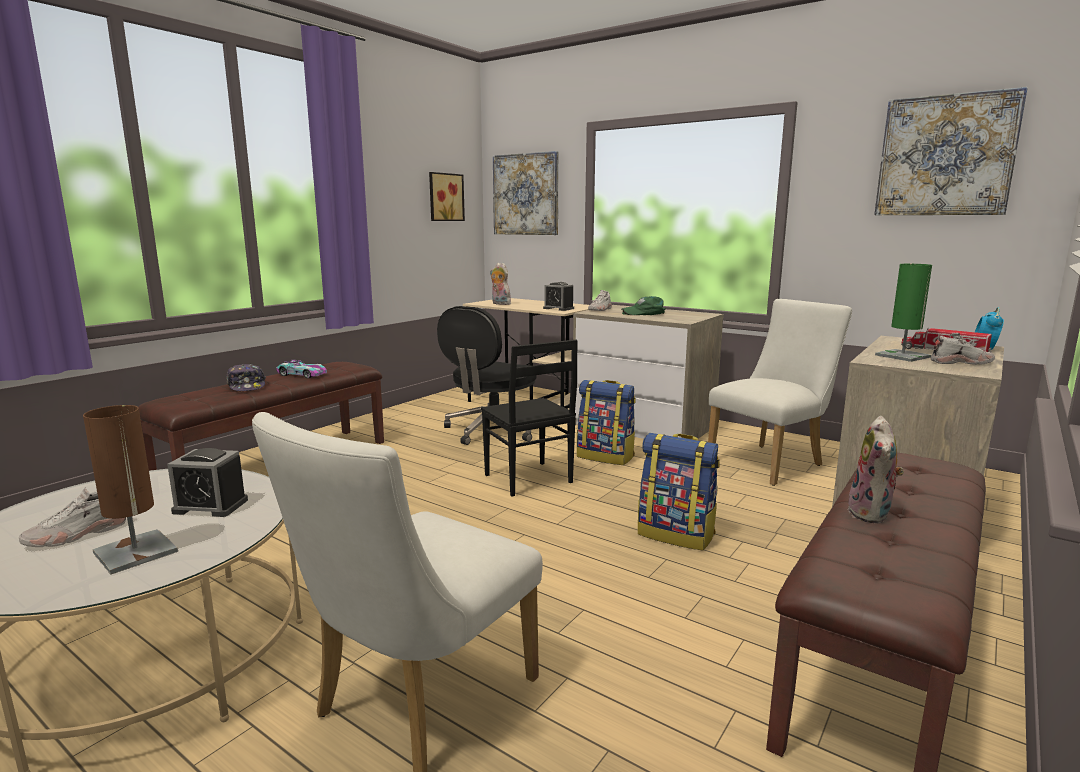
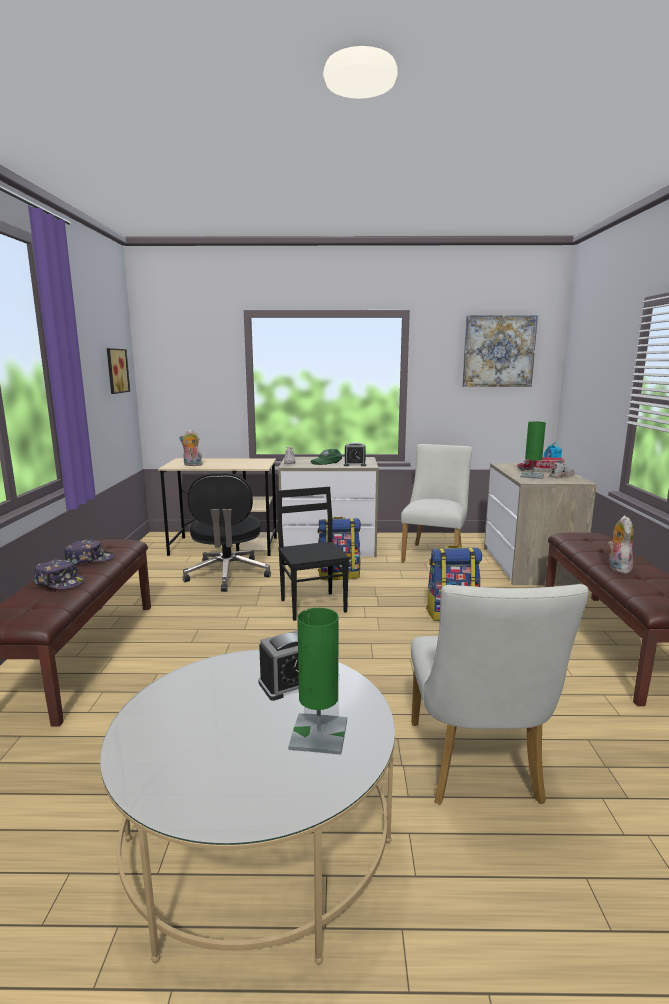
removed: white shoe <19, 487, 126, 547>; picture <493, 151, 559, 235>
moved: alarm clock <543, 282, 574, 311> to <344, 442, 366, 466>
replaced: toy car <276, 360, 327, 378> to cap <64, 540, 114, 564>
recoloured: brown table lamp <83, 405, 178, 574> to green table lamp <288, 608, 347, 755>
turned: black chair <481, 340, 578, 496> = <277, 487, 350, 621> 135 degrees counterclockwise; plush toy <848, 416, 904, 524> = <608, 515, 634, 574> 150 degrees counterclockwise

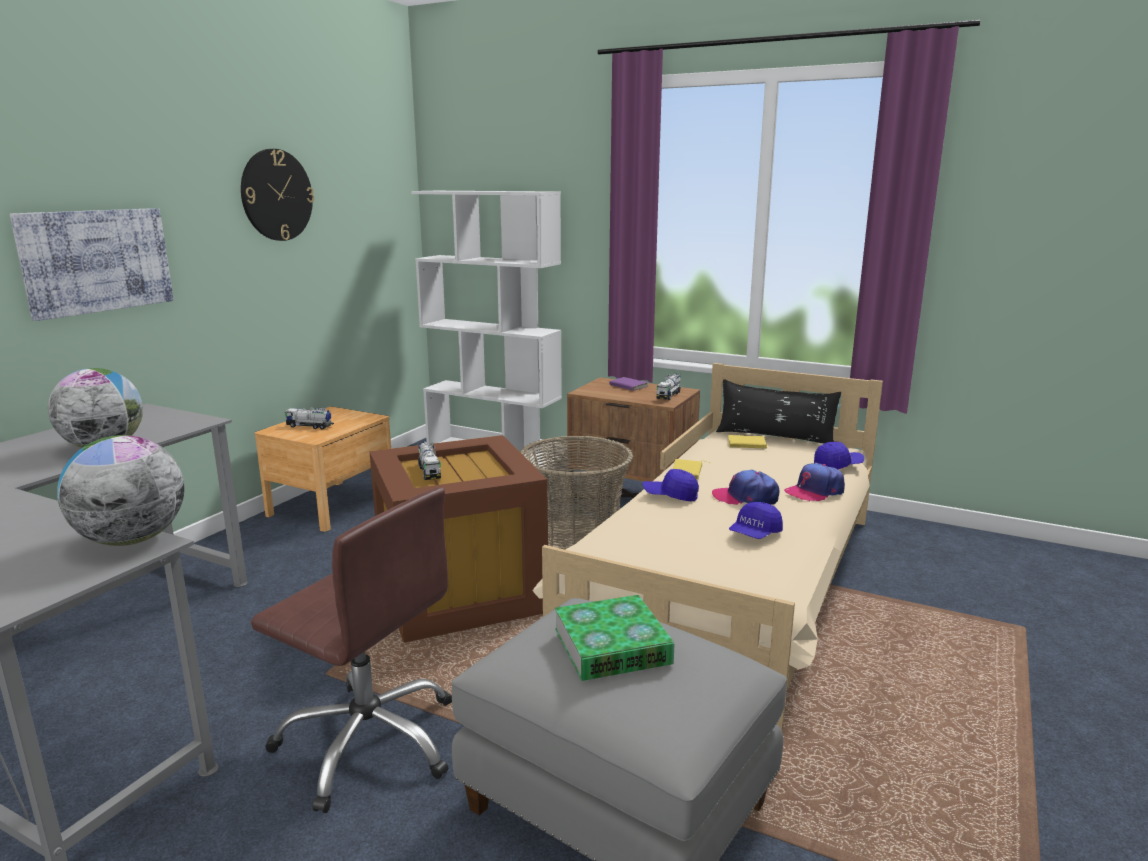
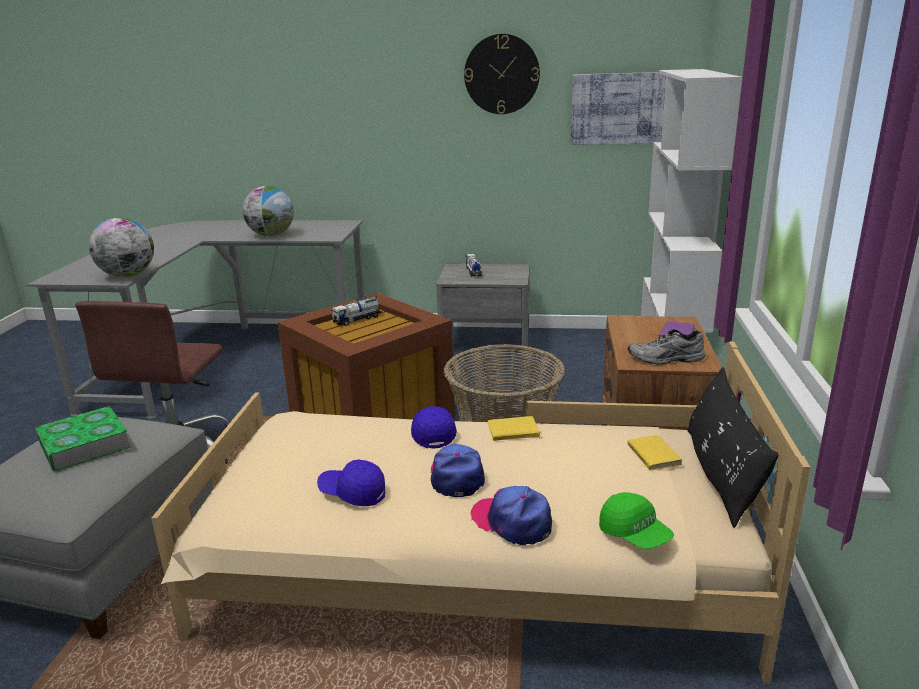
moved: picture <10, 208, 174, 321> to <571, 72, 666, 145>
replaced: toy truck <657, 373, 681, 400> to grey shoe <628, 329, 706, 365>
recoloured: brown nightstand <255, 407, 391, 532> to grey nightstand <436, 264, 530, 357>; blue cap <814, 442, 864, 469> to green cap <599, 492, 674, 549>

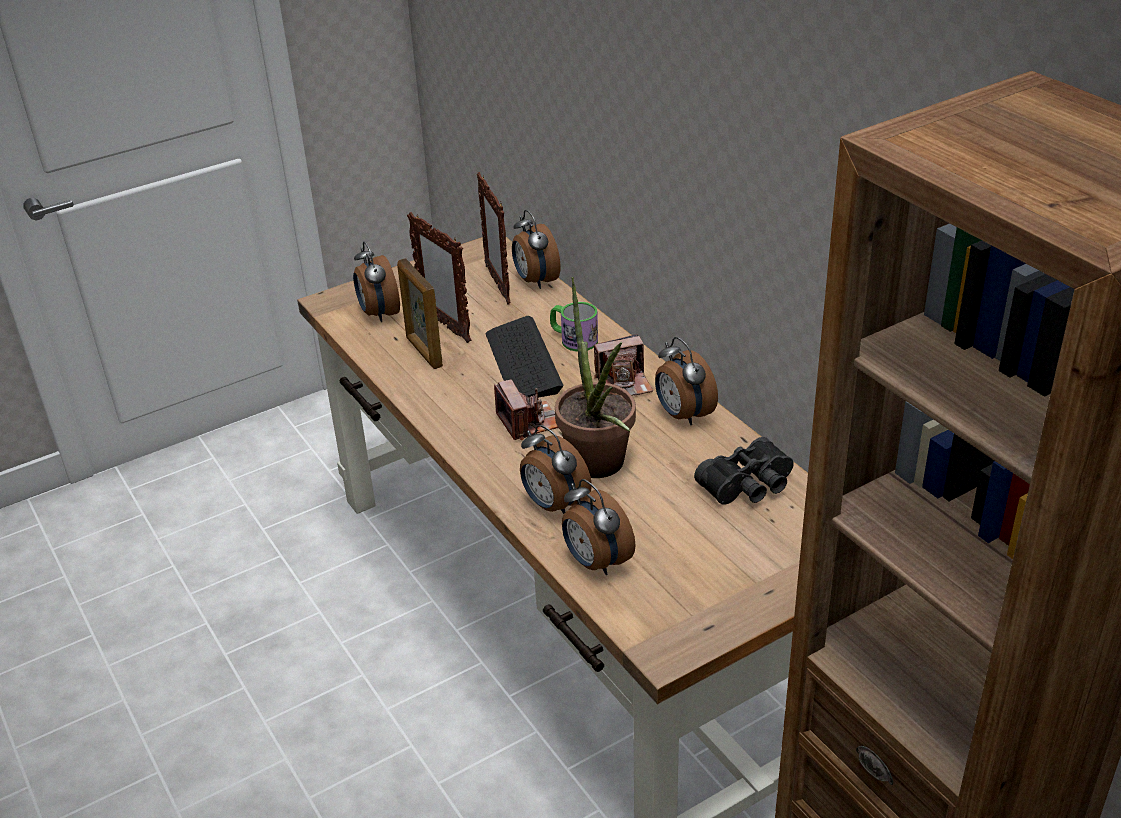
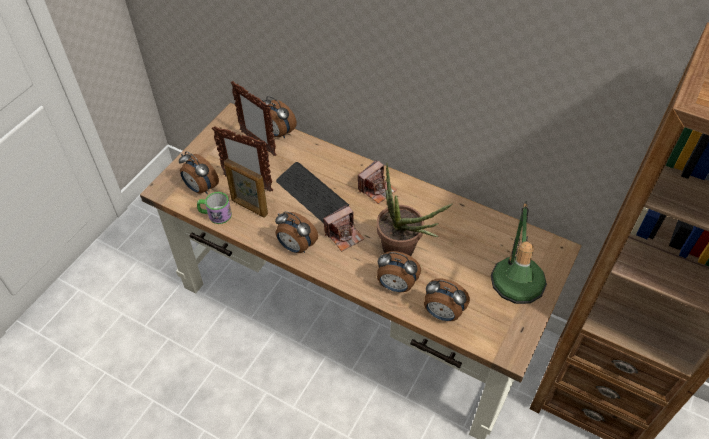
removed: black binoculars <694, 437, 794, 505>
added: table lamp <491, 201, 547, 304>
moved: mug <550, 302, 598, 352> to <197, 192, 232, 224>; alarm clock <655, 337, 718, 425> to <275, 211, 318, 253>
turned: photo camera <494, 379, 558, 440> = <323, 205, 364, 251> 105 degrees clockwise

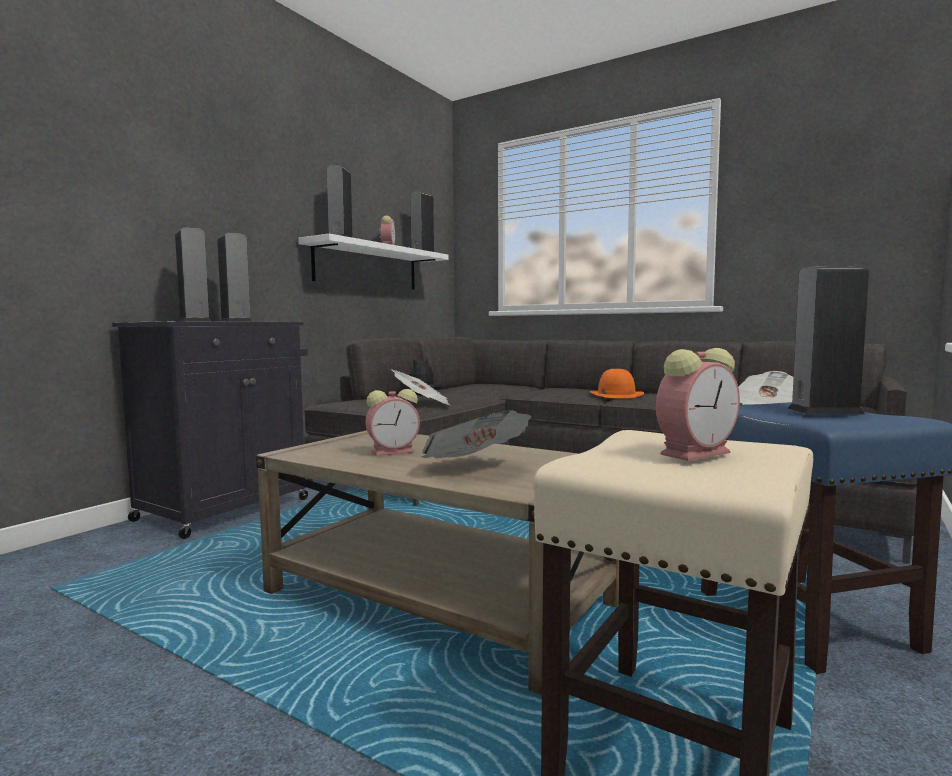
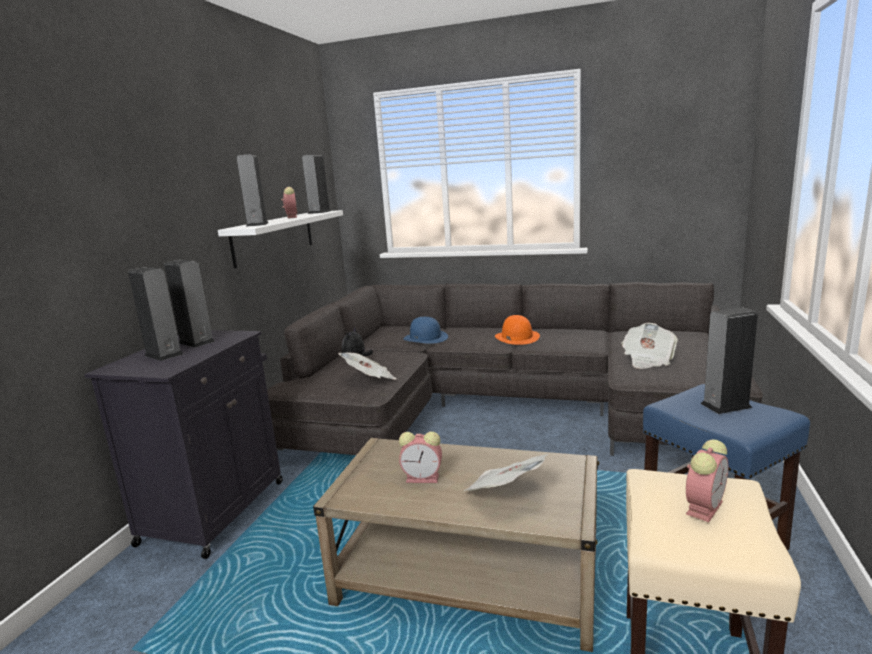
added: blue hat <404, 317, 448, 344>
turned: alarm clock <365, 389, 420, 456> = <399, 432, 442, 483> 45 degrees clockwise

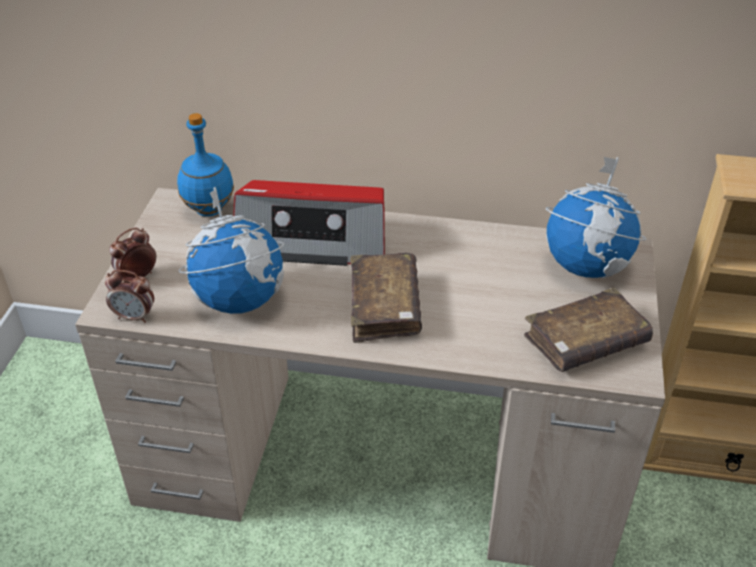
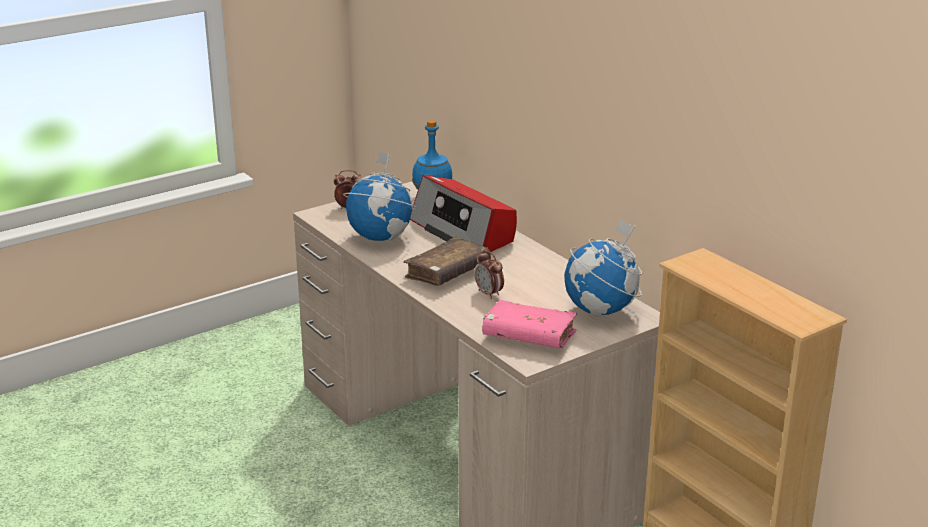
moved: alarm clock <105, 270, 154, 323> to <474, 250, 504, 299>
recoloured: brown book <524, 288, 653, 372> to pink book <482, 300, 577, 348>

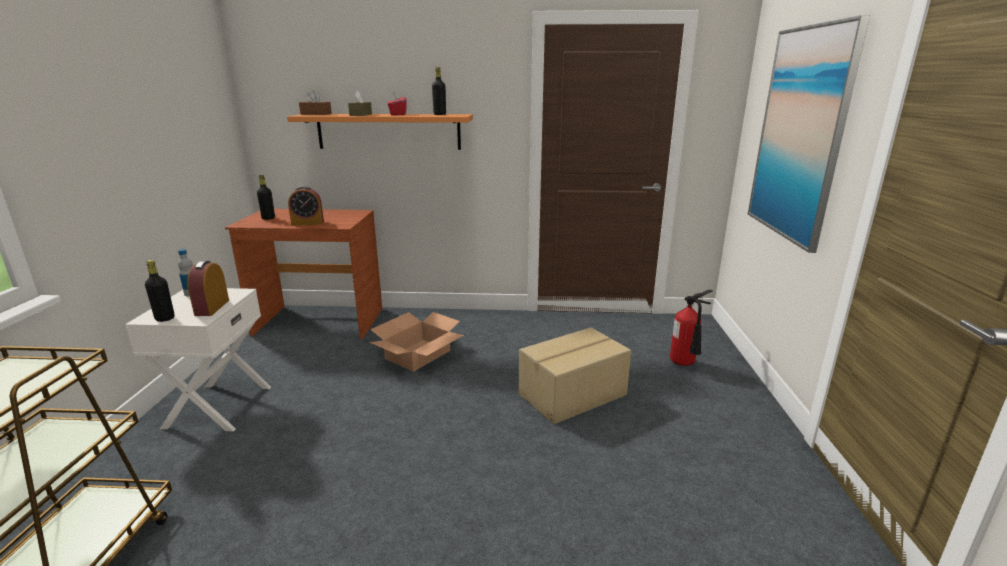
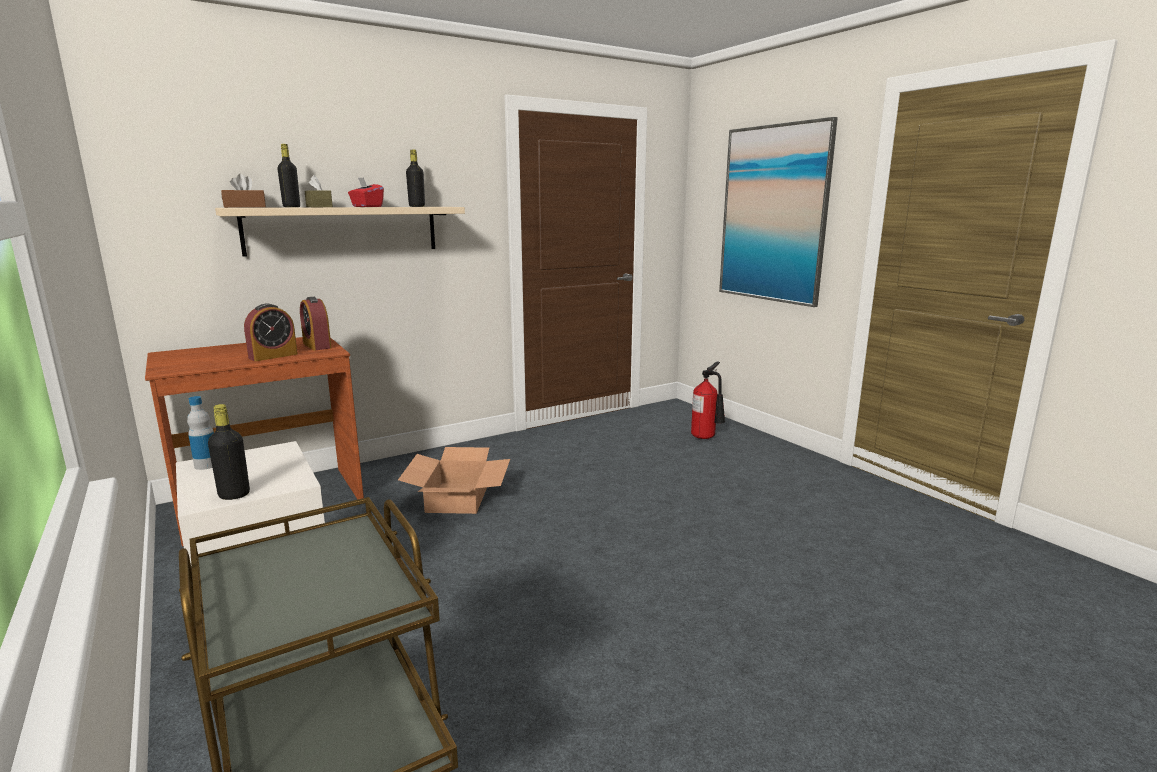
removed: cardboard box <519, 327, 631, 424>
moved: alarm clock <187, 261, 229, 316> to <300, 297, 331, 351>; black bottle <257, 175, 275, 220> to <277, 144, 300, 207>
recoloured: orange shelf <287, 114, 473, 150> to beige shelf <215, 207, 465, 257>

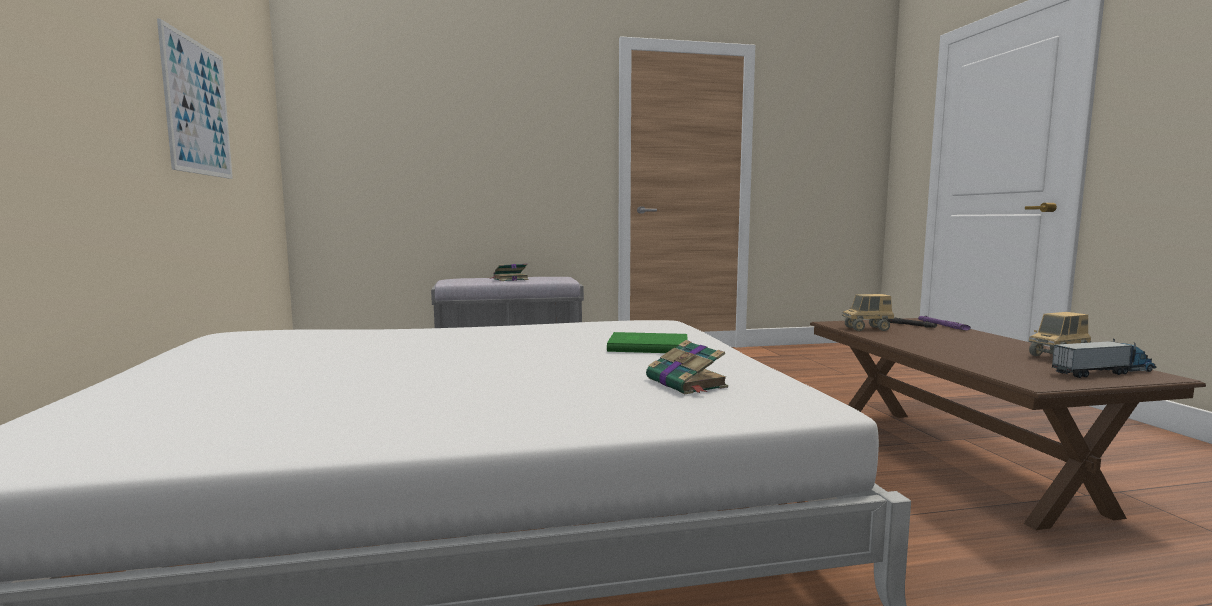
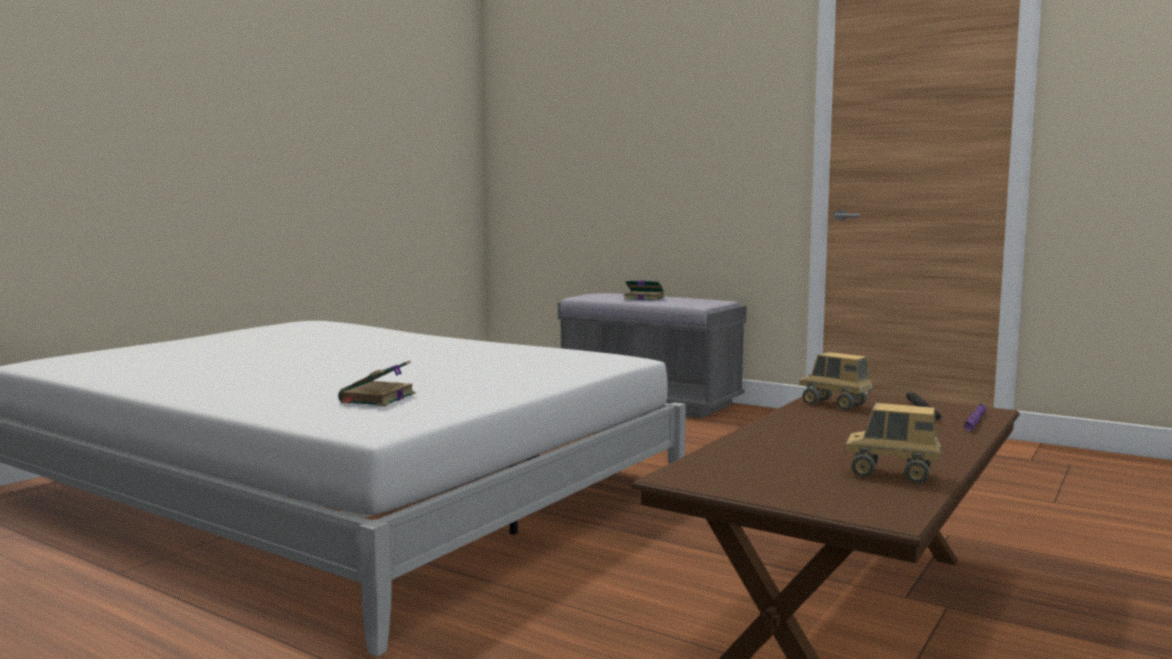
removed: picture <157, 19, 233, 179>; green book <607, 332, 687, 353>; toy truck <1052, 338, 1157, 378>

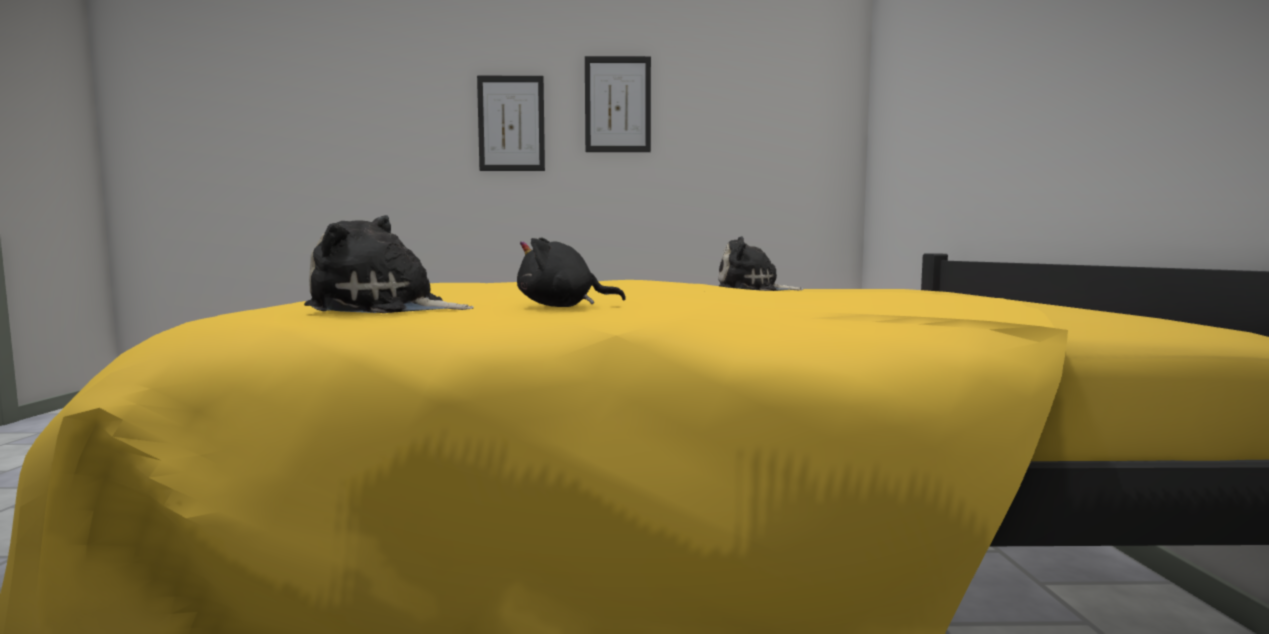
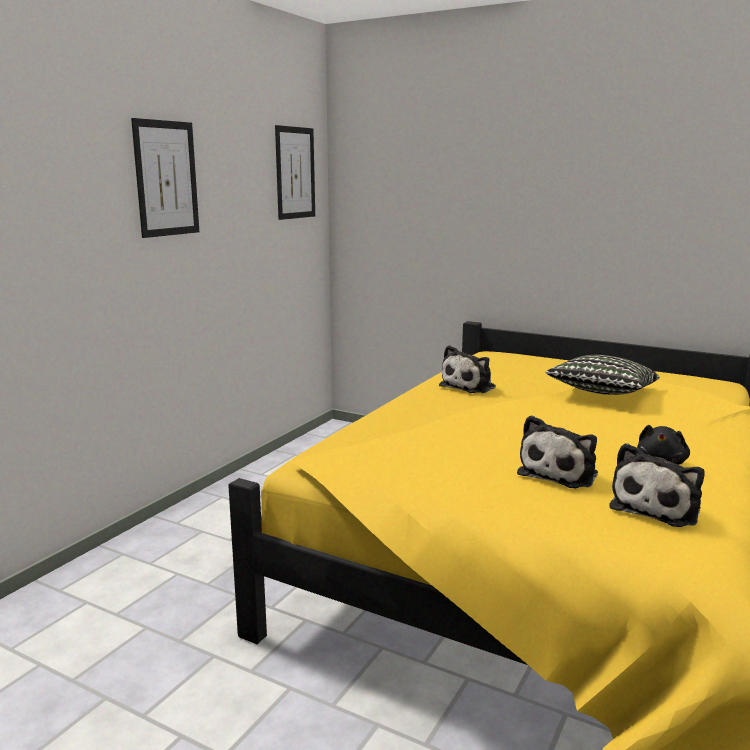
added: plush toy <517, 415, 598, 488>; pillow <545, 355, 660, 395>
moved: picture <477, 76, 545, 171> to <275, 125, 315, 220>

